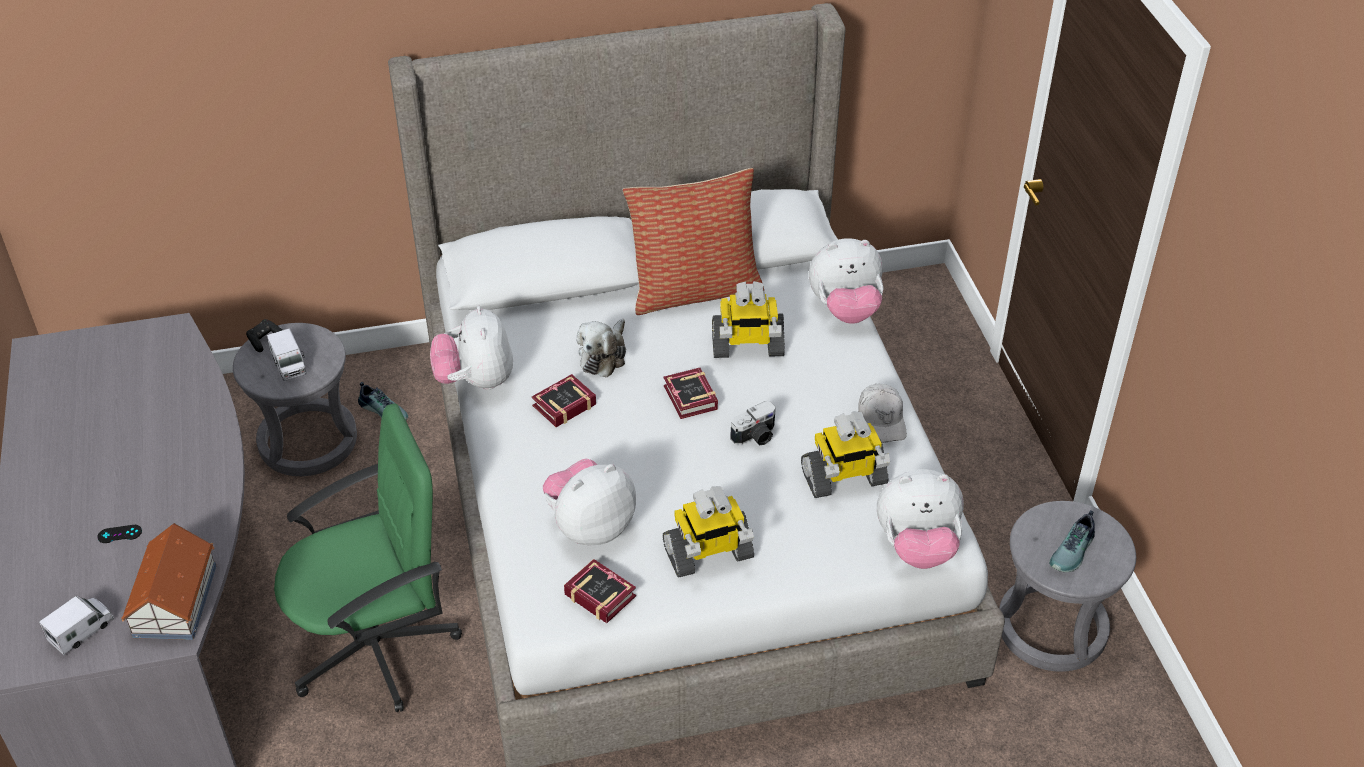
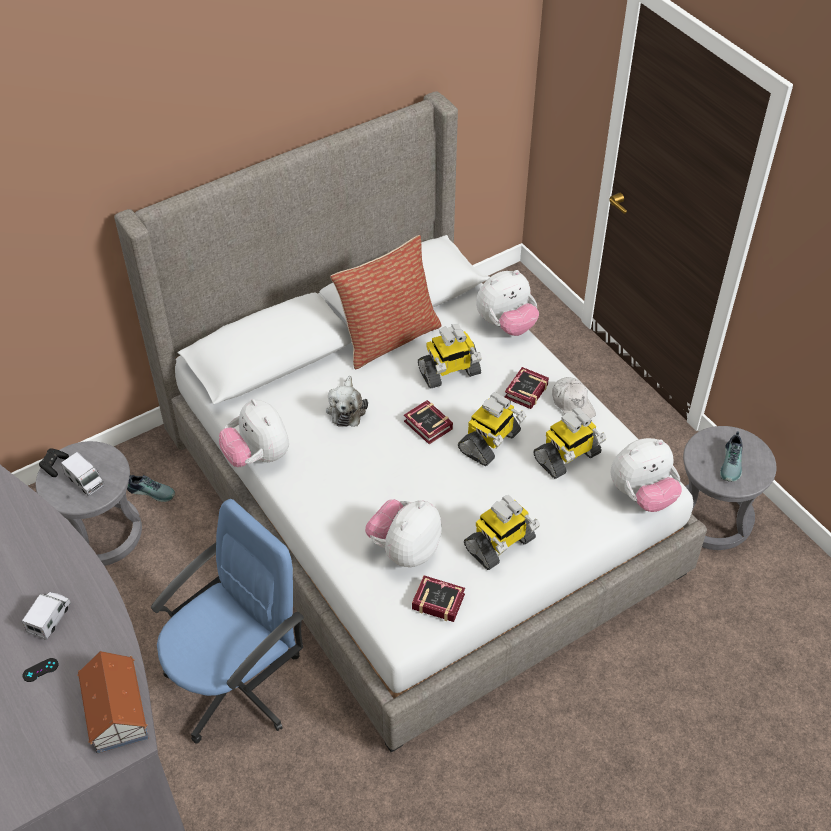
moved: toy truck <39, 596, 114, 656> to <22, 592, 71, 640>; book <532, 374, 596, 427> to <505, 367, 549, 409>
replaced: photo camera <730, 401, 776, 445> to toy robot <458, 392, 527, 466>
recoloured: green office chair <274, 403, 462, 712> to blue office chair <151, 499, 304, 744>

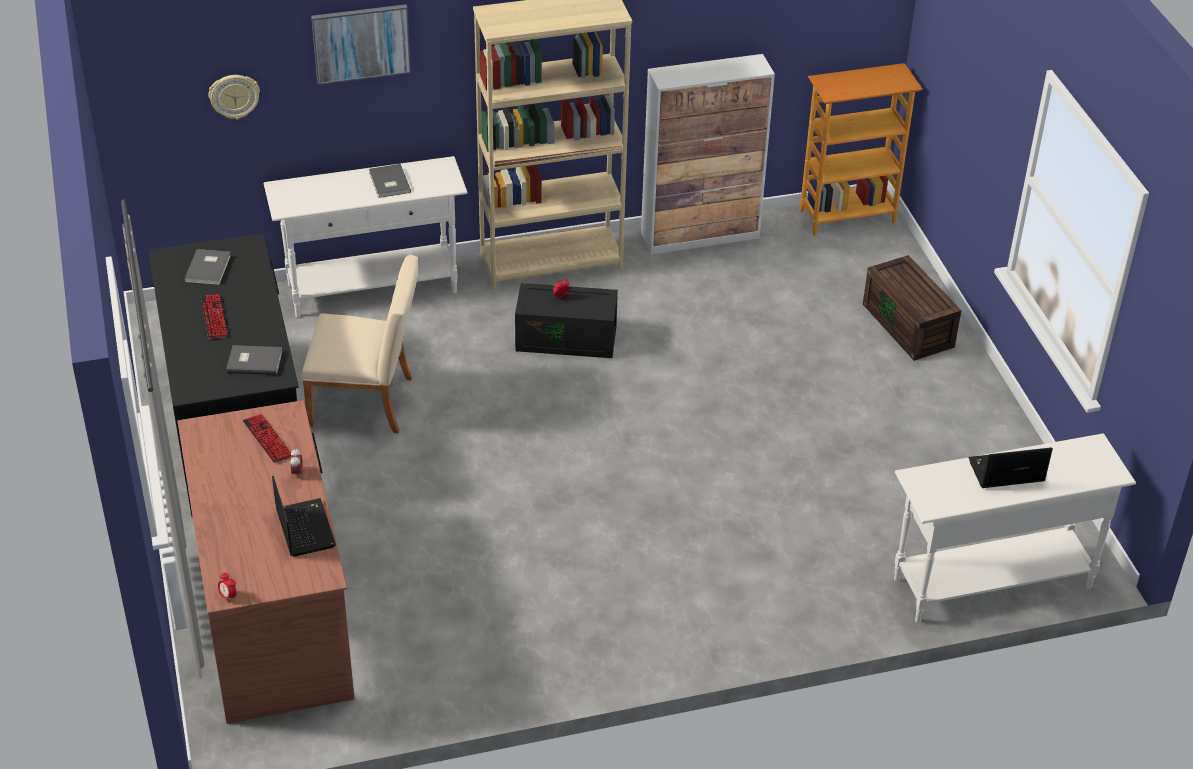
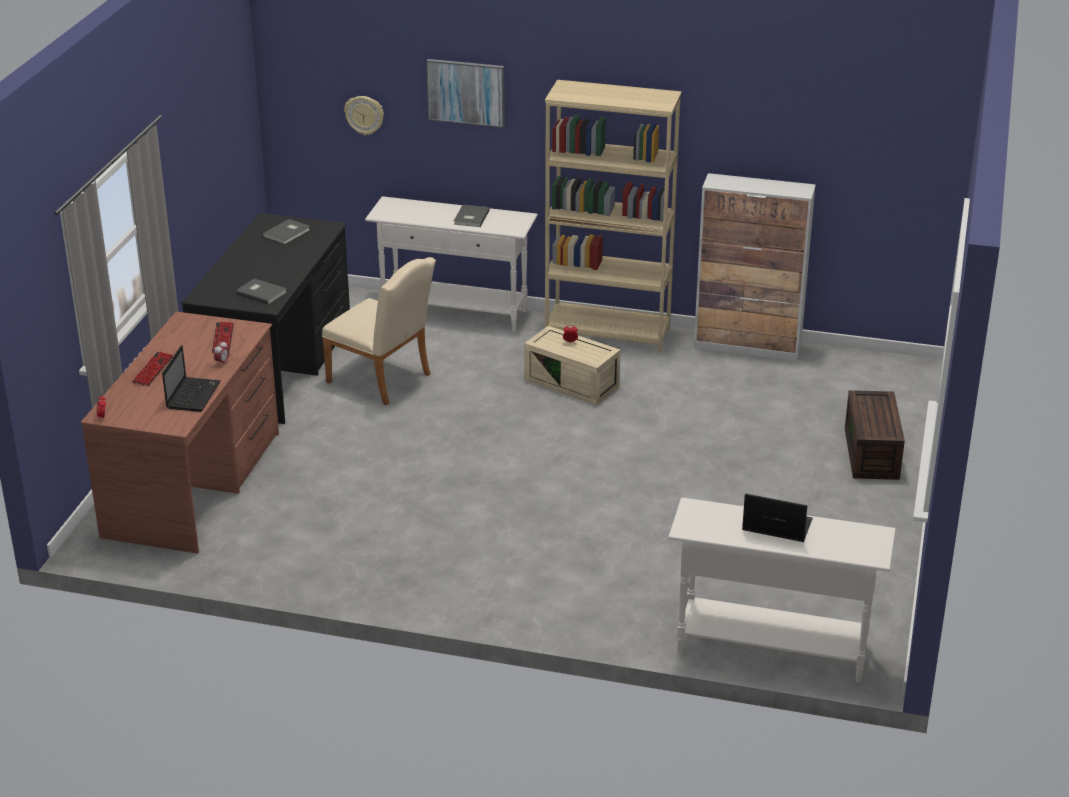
removed: bookcase <800, 63, 922, 236>
moved: keyboard <201, 294, 229, 339> to <132, 352, 173, 386>
recoloured: black storage box <515, 283, 618, 358> to beige storage box <524, 326, 620, 405>

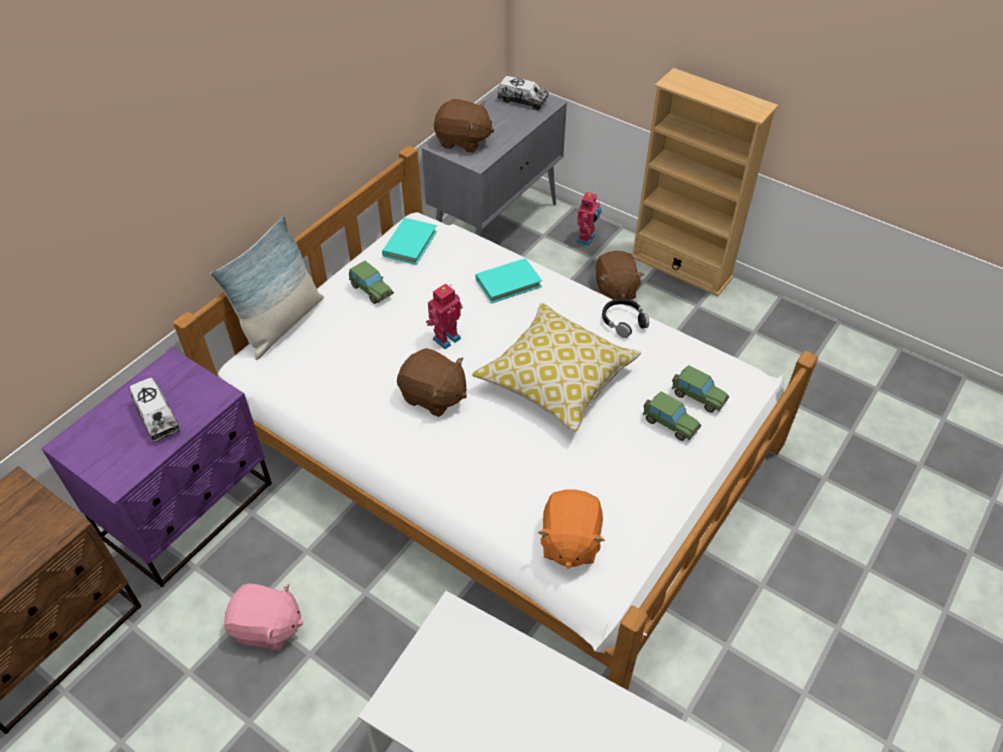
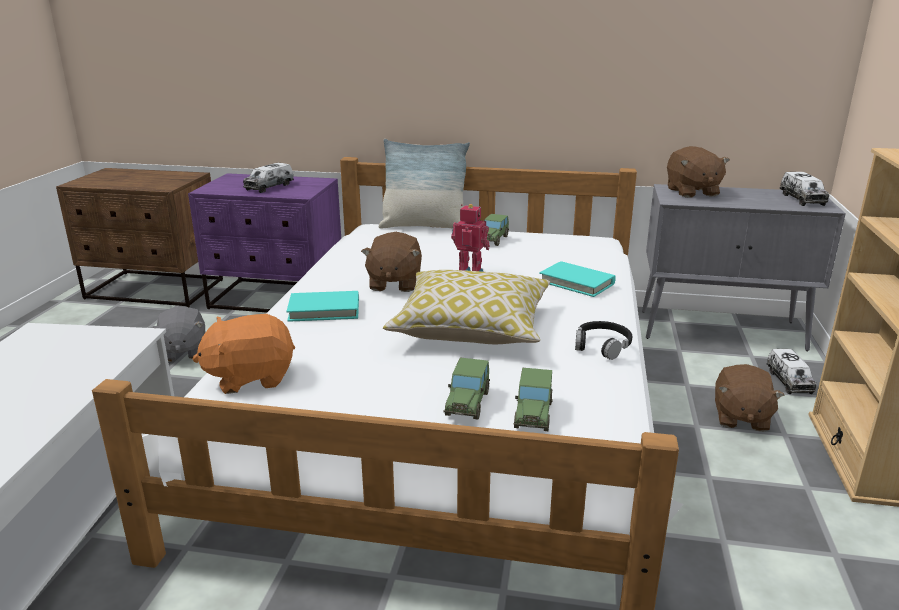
moved: turquoise book <382, 218, 437, 265> to <286, 291, 359, 322>
replaced: toy robot <575, 191, 602, 246> to toy truck <766, 349, 817, 394>
recoloured: pink plush toy <224, 584, 303, 651> to grey plush toy <151, 306, 205, 362>
turned: brown plush toy <596, 251, 644, 300> = <715, 364, 784, 432> 45 degrees counterclockwise

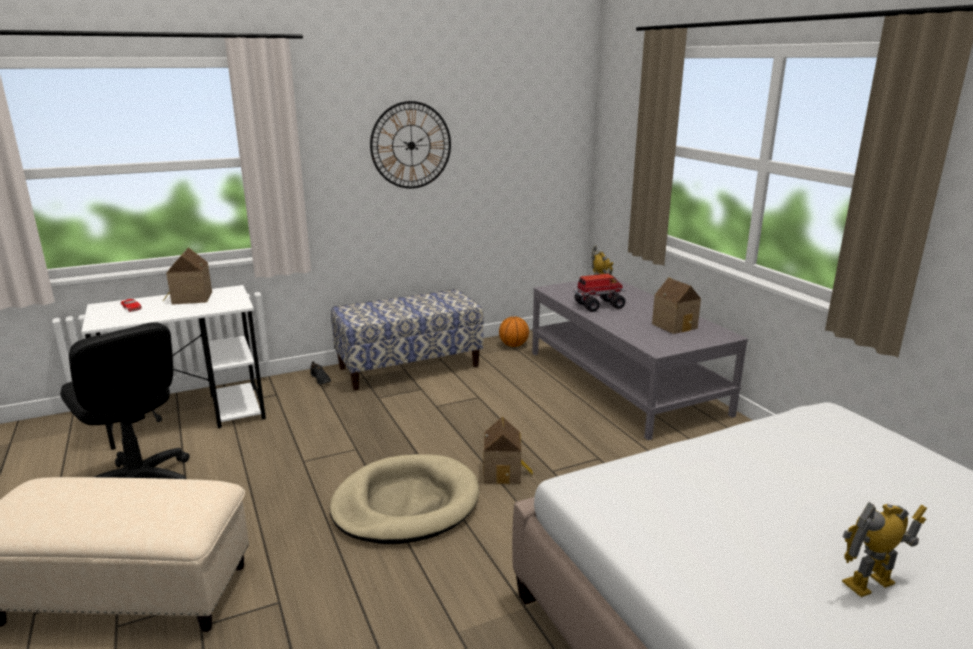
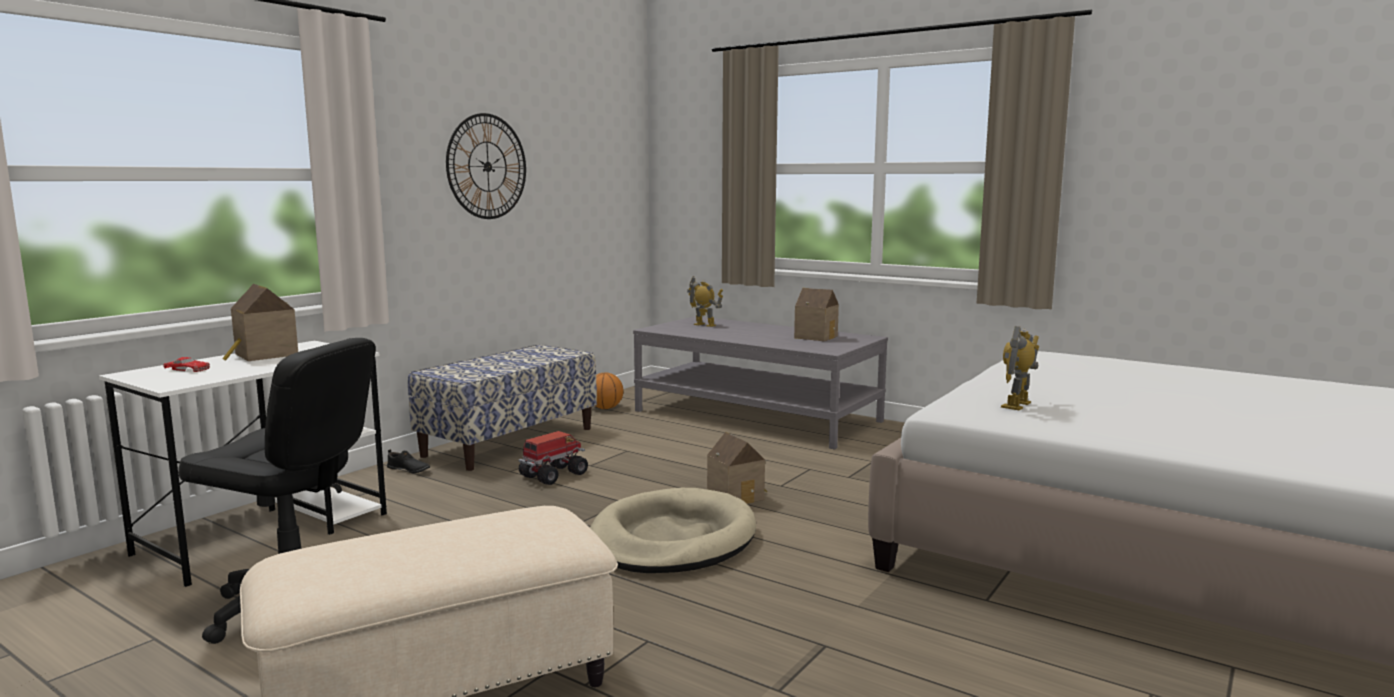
moved: toy truck <574, 274, 626, 312> to <519, 431, 588, 485>; toy robot <842, 502, 927, 597> to <1001, 326, 1039, 410>

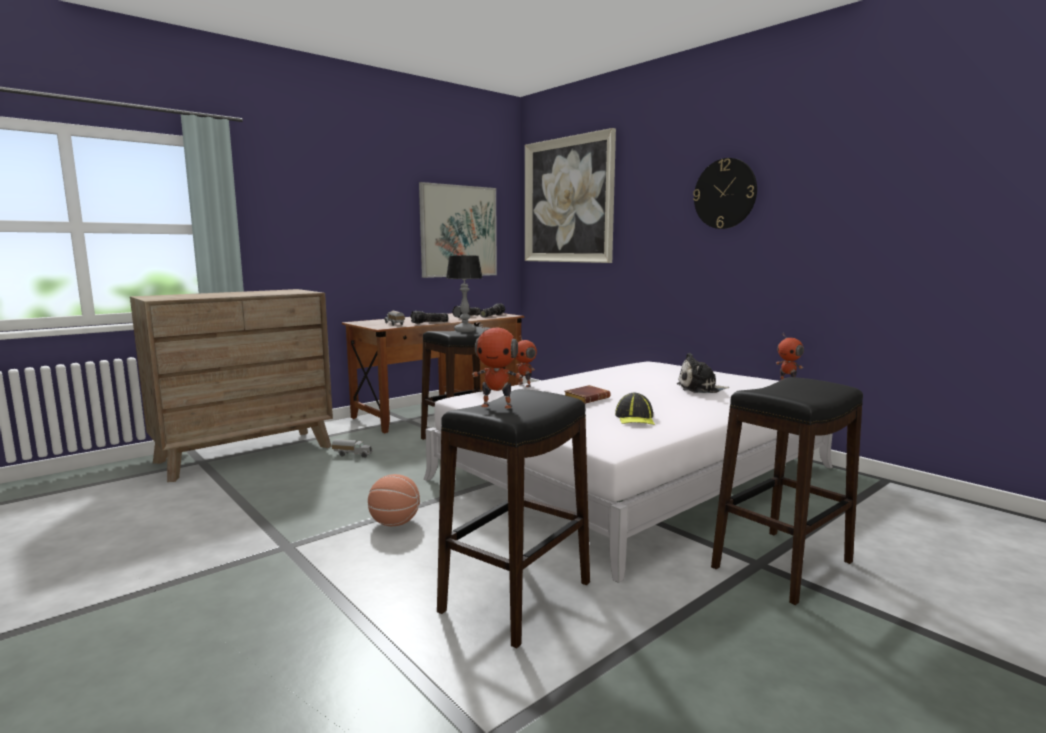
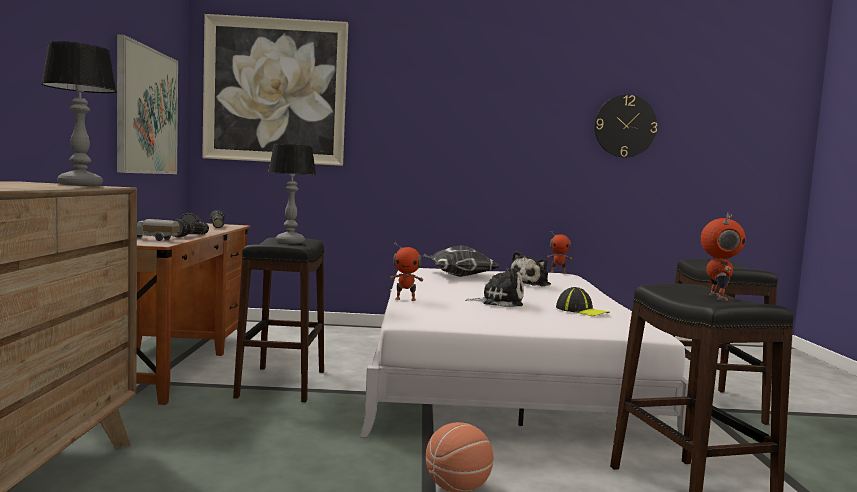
removed: toy truck <332, 439, 374, 458>
added: table lamp <41, 41, 117, 186>; pillow <423, 245, 501, 277>
moved: wall clock <693, 158, 757, 229> to <594, 94, 657, 158>
replaced: brown book <564, 385, 611, 404> to plush toy <465, 268, 524, 307>
turned: toy robot <472, 320, 522, 409> = <701, 212, 746, 301> 45 degrees counterclockwise

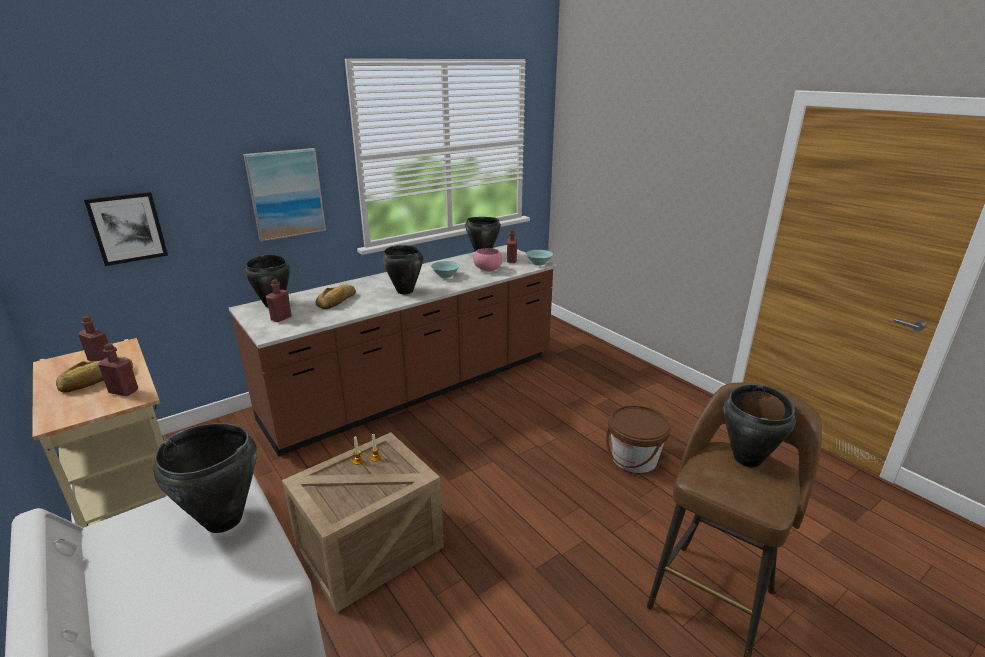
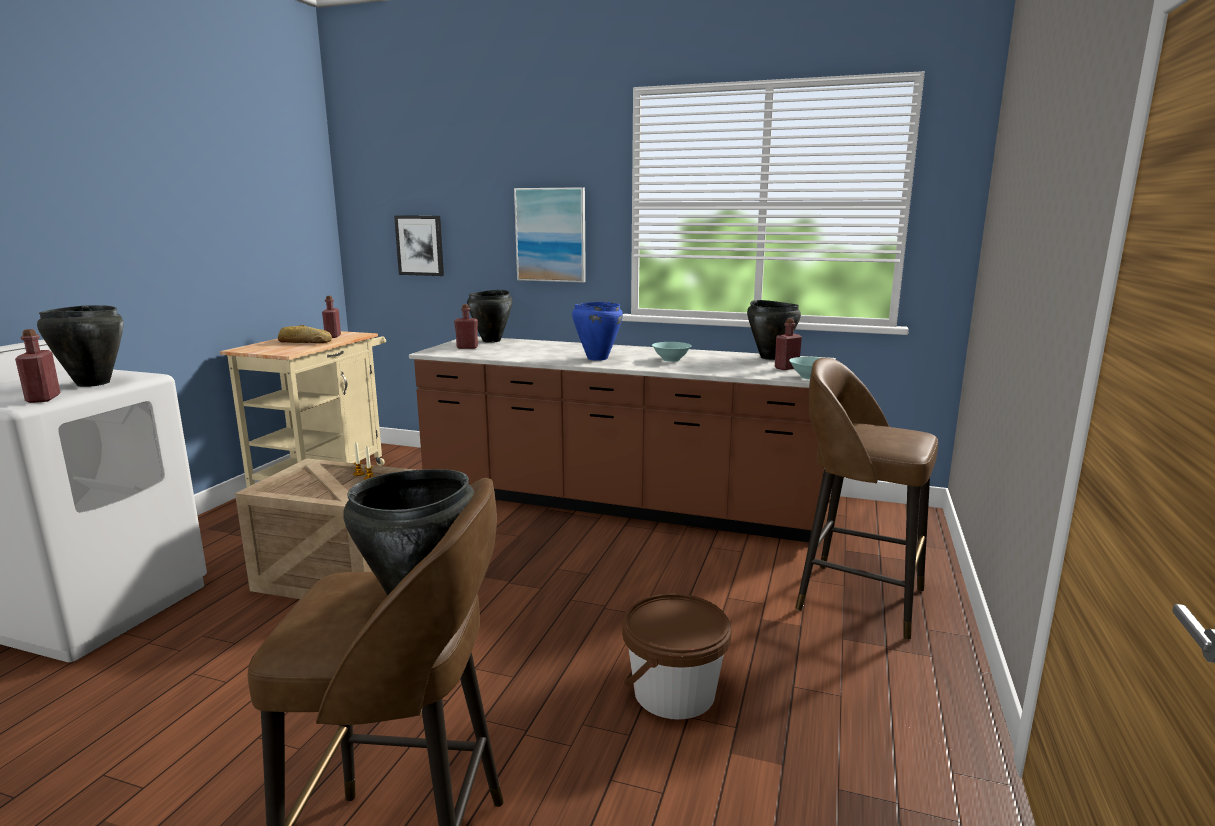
removed: bread <316, 285, 356, 309>; pink bowl <473, 248, 503, 271>
added: brown stool <795, 358, 938, 640>
moved: red bottle <98, 343, 138, 396> to <15, 329, 61, 403>
recoloured: black cooking pot <382, 245, 423, 294> to blue cooking pot <572, 302, 623, 361>

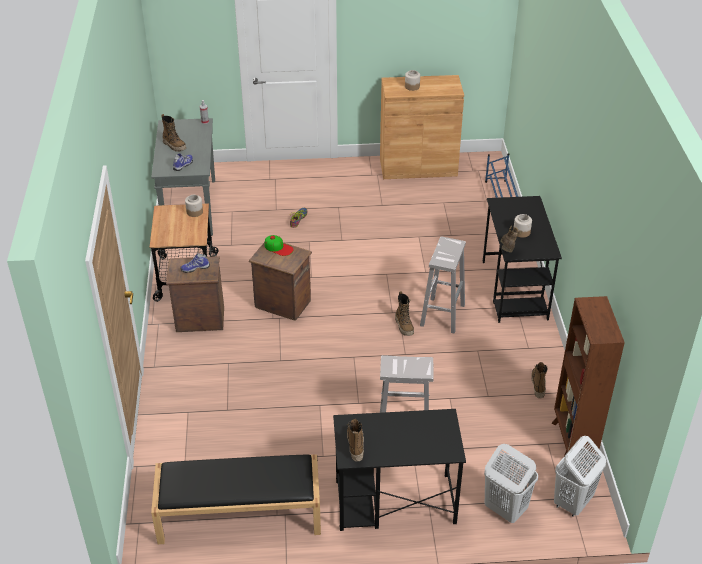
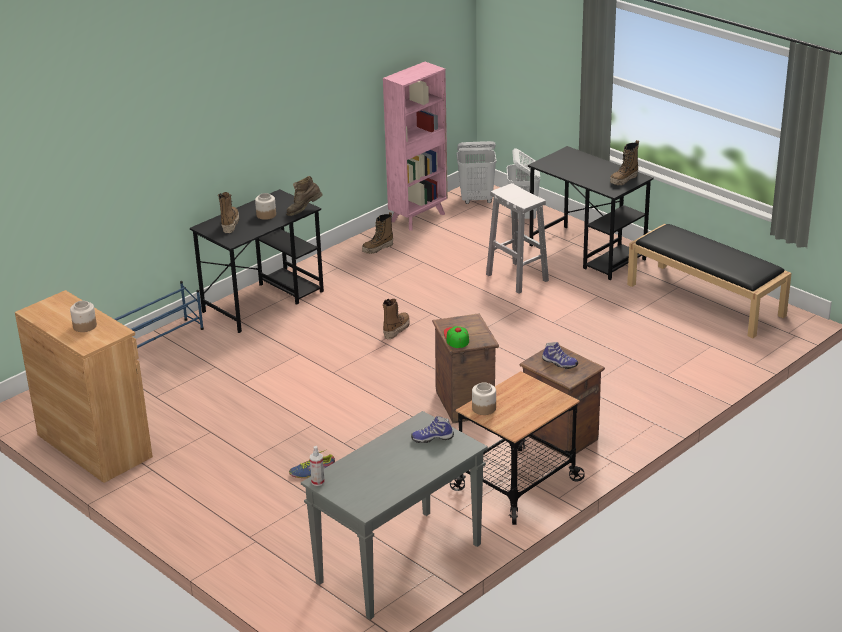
removed: white stool <420, 236, 466, 334>
moved: boot <161, 114, 186, 152> to <218, 192, 239, 233>
recoloured: brown bookcase <552, 296, 625, 460> to pink bookcase <383, 62, 448, 231>

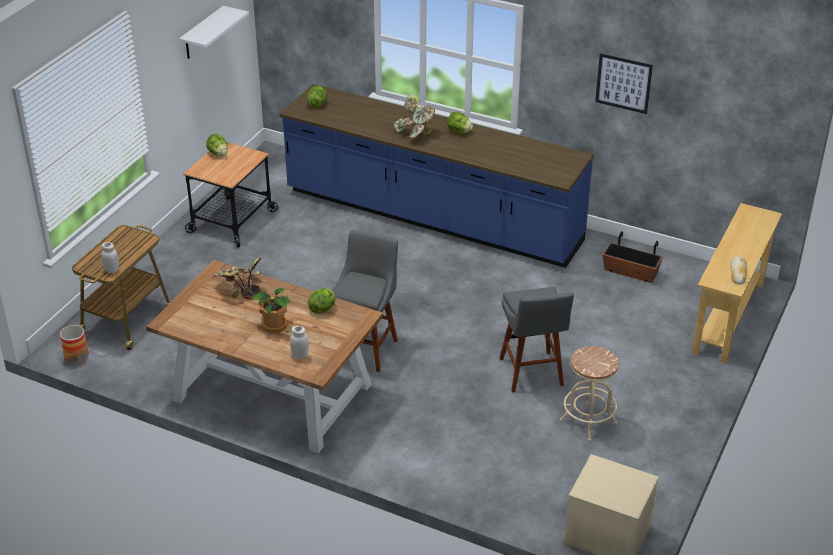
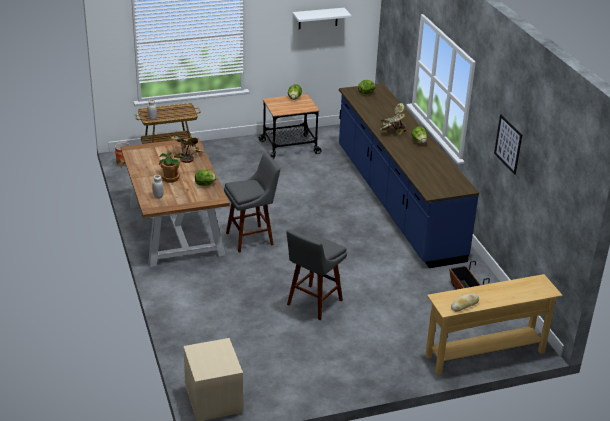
removed: beige stool <560, 346, 619, 442>

